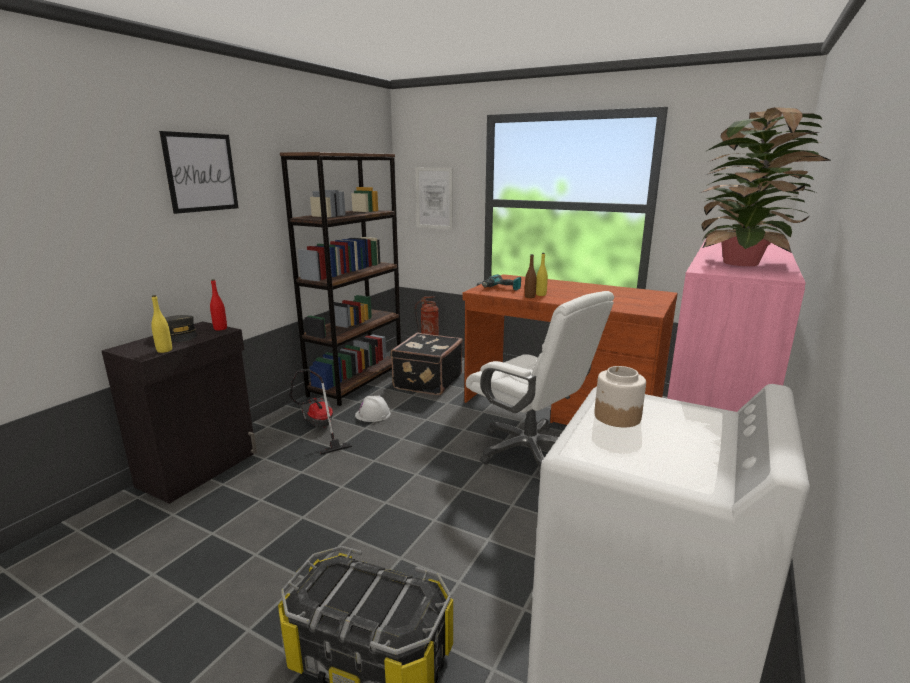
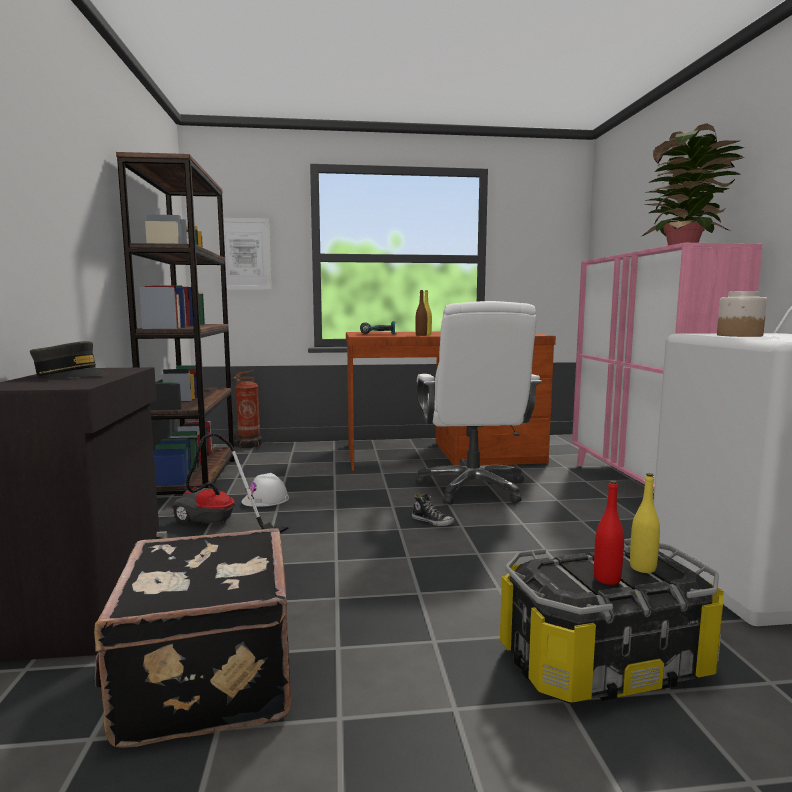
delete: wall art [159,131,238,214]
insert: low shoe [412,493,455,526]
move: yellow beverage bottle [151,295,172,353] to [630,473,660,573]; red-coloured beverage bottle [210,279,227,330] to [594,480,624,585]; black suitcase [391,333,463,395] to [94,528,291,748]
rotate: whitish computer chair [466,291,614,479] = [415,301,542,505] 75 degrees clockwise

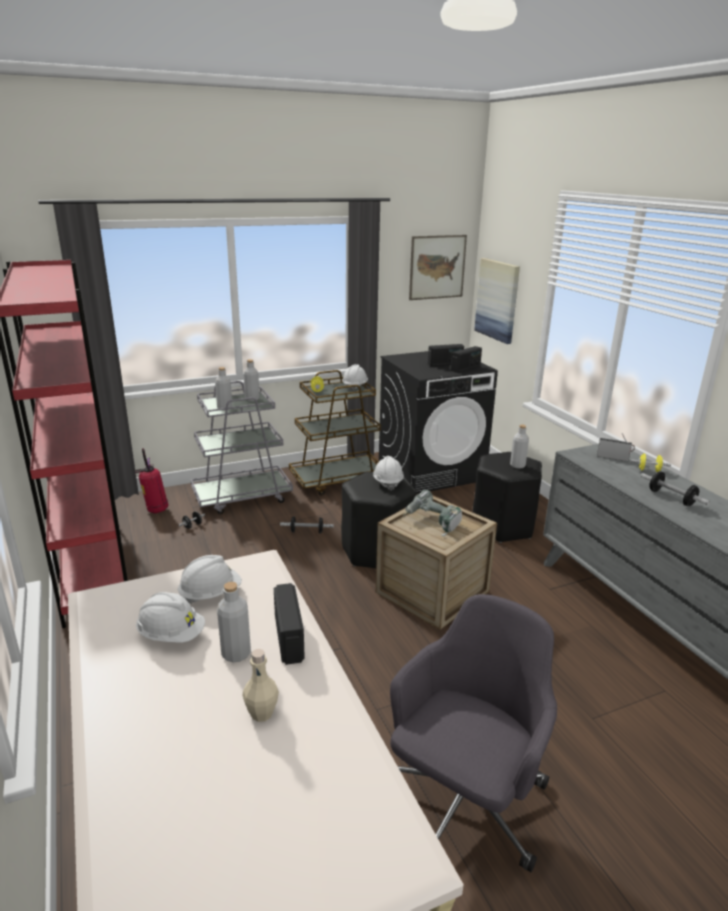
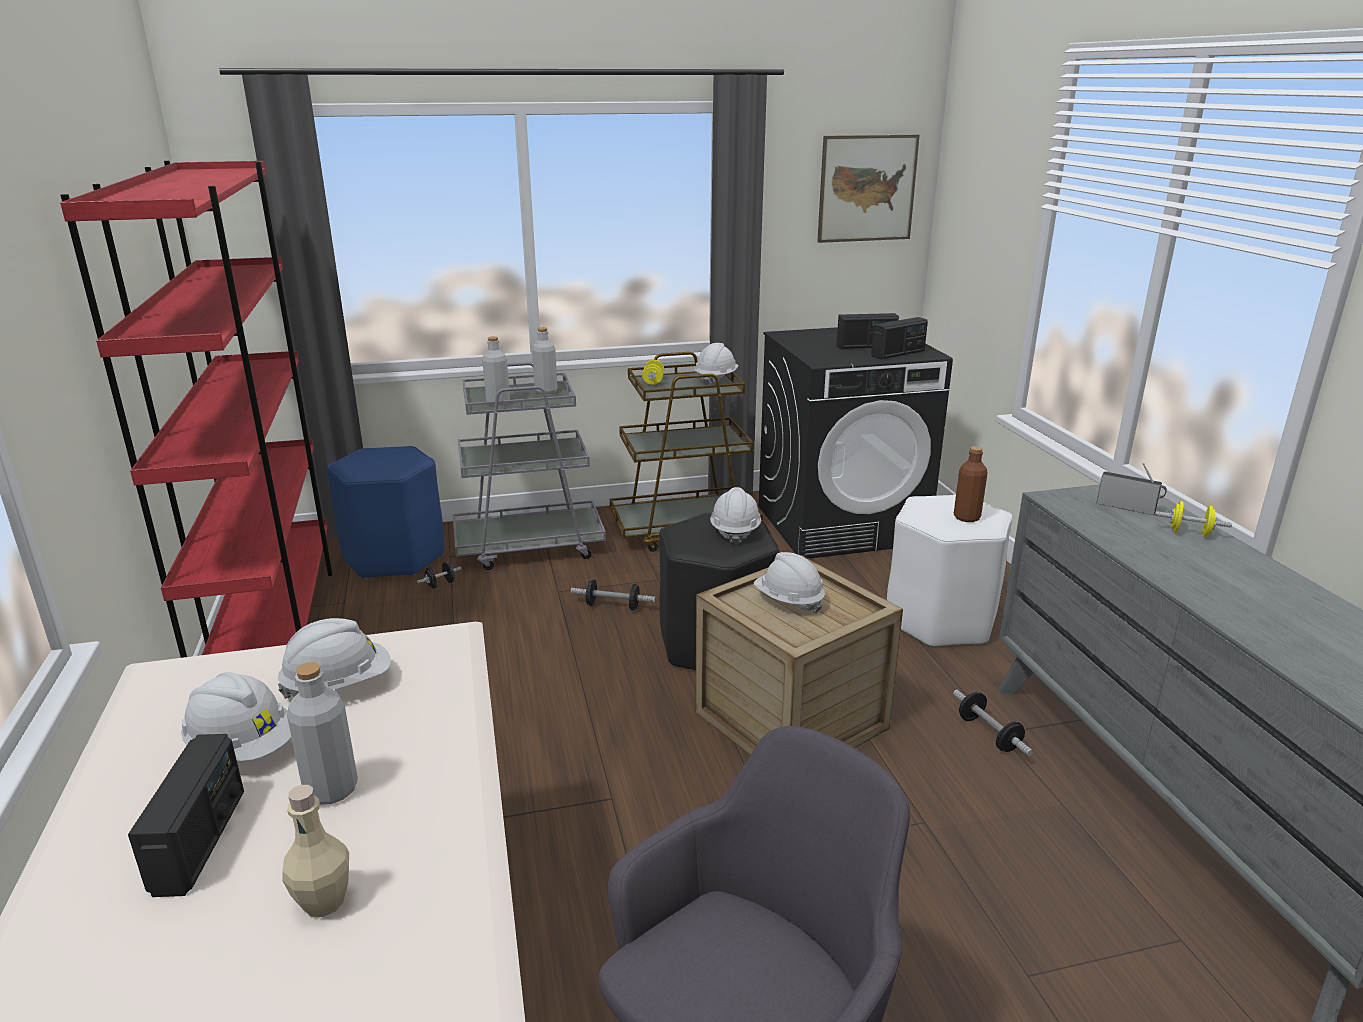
delete: wall art [474,258,520,344]
move: radio receiver [274,583,305,665] to [128,734,244,897]; free weight [641,472,710,506] to [953,690,1033,756]
replace: extinguisher [135,448,168,514] to blue sitting stool [327,446,444,579]; power drill [402,490,462,536] to whitish hard hat [754,552,825,613]
recolor: black sitting stool [472,452,542,543] to whitish sitting stool [887,495,1012,648]; gray beverage bottle [510,424,529,469] to brownish beverage bottle [954,446,988,522]

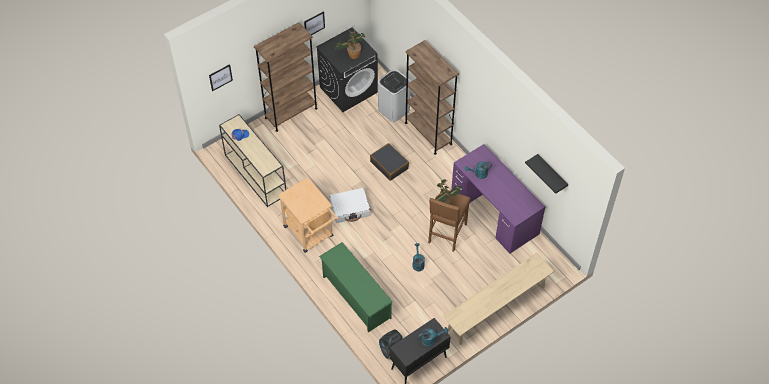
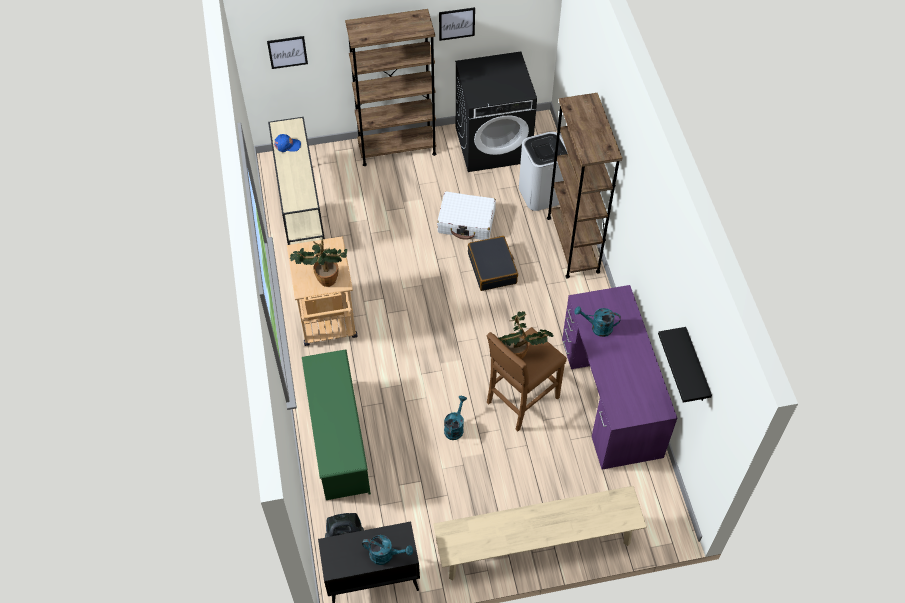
move: whitish suitcase [329,188,370,223] to [437,191,496,240]; potted plant [334,29,365,59] to [289,240,347,287]

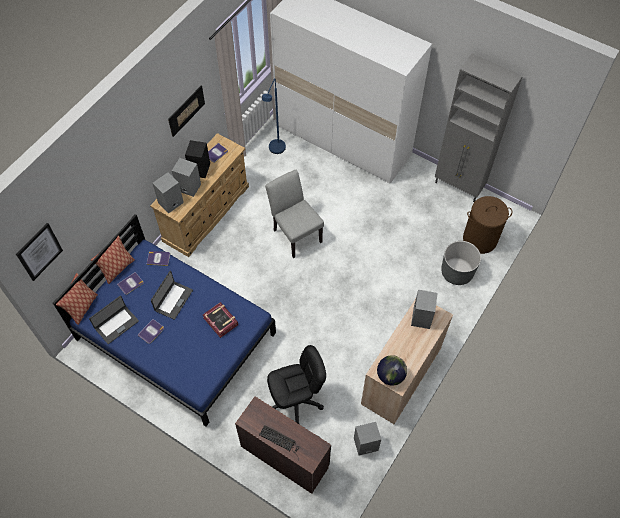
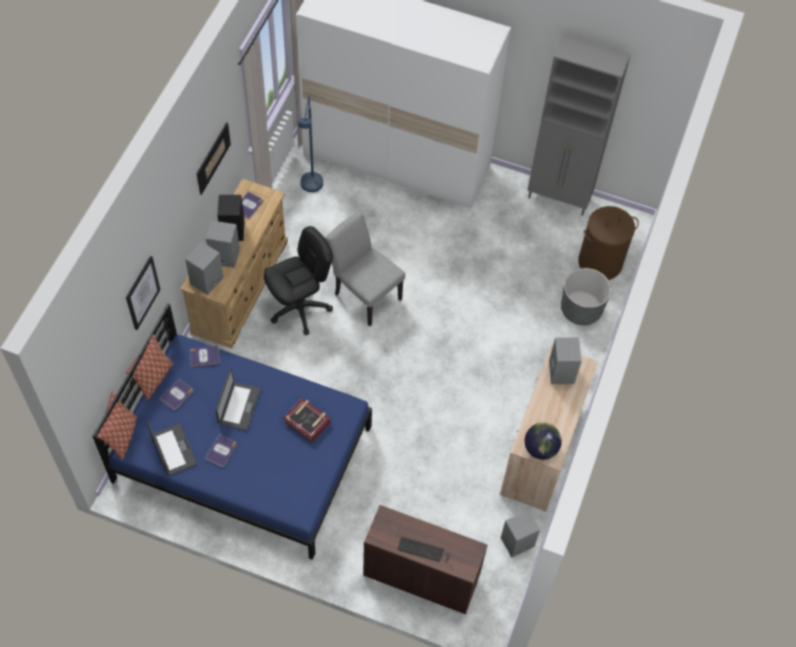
move: wall art [16,223,63,281] to [126,256,160,330]; black computer chair [267,345,326,425] to [264,226,333,335]
rotate: notebook computer [89,296,139,344] = [147,421,197,476] 60 degrees counterclockwise

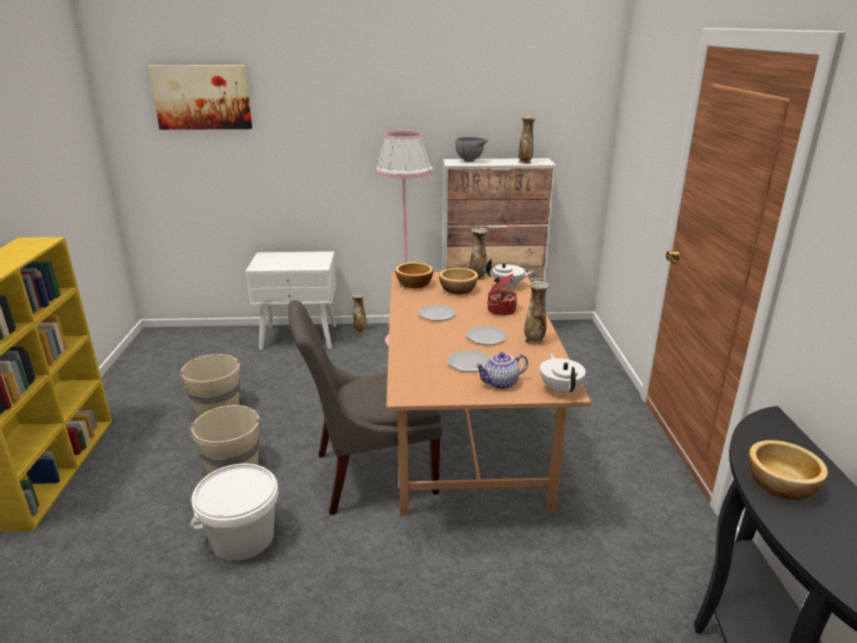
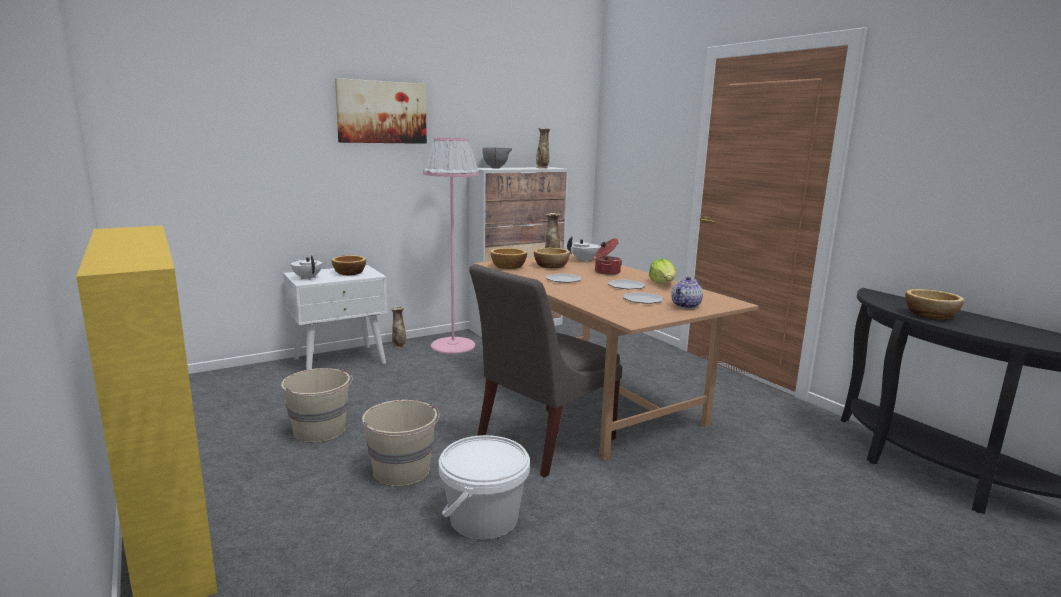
insert: bowl [331,255,366,276]
move: wall art [148,65,252,130] to [335,78,427,144]; whitish tea pot [540,353,586,395] to [291,255,322,280]
replace: decorative vase [524,281,550,346] to lettuce [649,258,676,283]

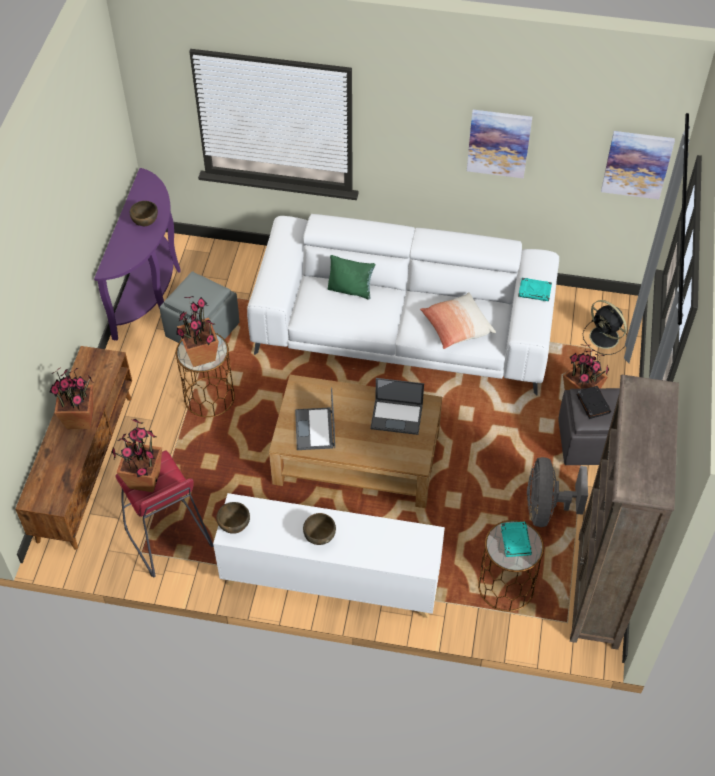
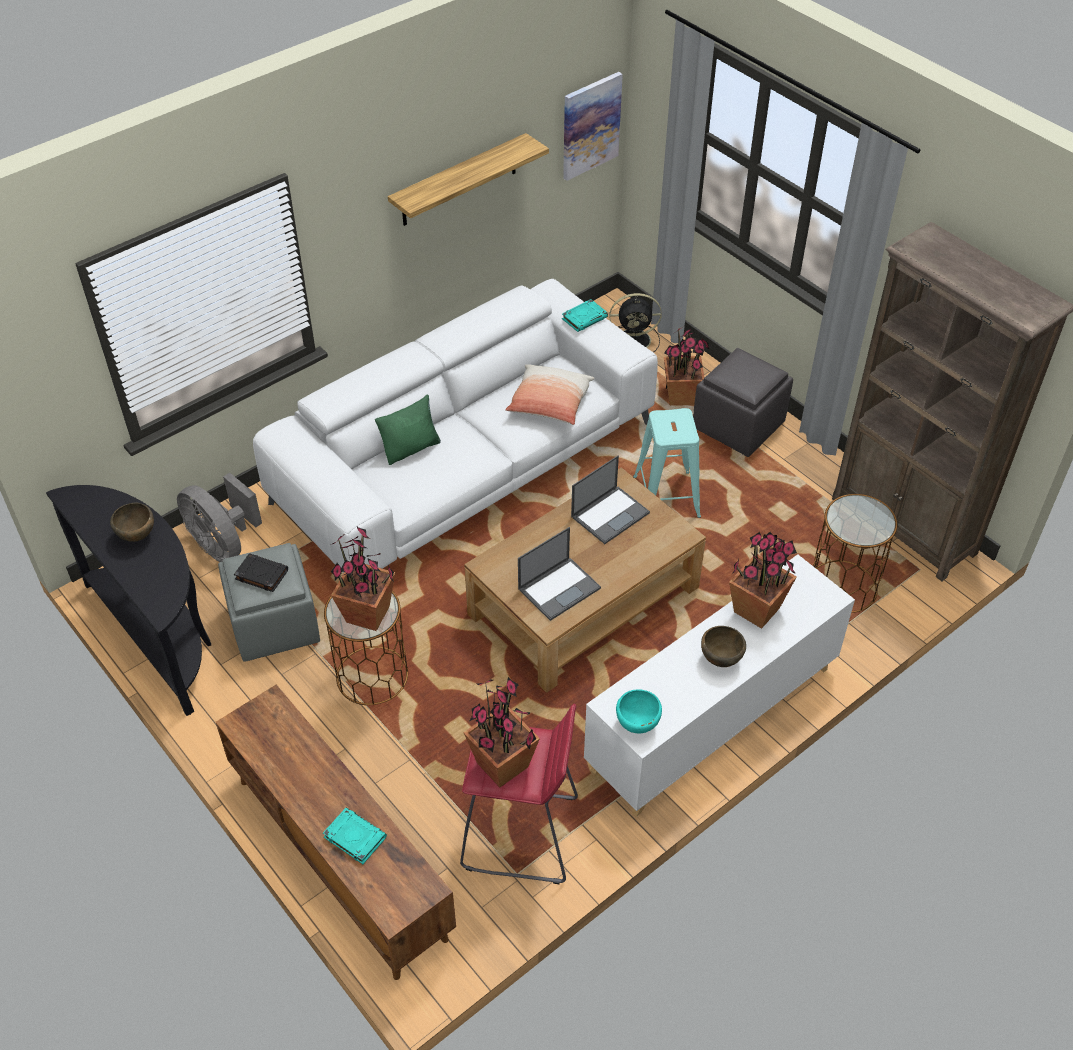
insert: blue-green sitting stool [633,408,701,518]
move: potted plant [50,367,94,429] to [729,532,797,629]; blue-green book [501,522,532,557] to [323,807,387,864]; gray cooling fan [527,457,588,527] to [177,473,262,562]; black book [576,386,611,419] to [234,553,288,592]
replace: wall art [467,110,532,178] to bracket shelf [388,133,549,226]
recolor: purplish hall table [94,168,181,341] to black hall table [46,485,211,716]; brownish bowl [216,502,250,534] to blue-green bowl [616,689,662,733]
rotate: notebook computer [295,388,335,450] = [518,527,601,621] 75 degrees counterclockwise

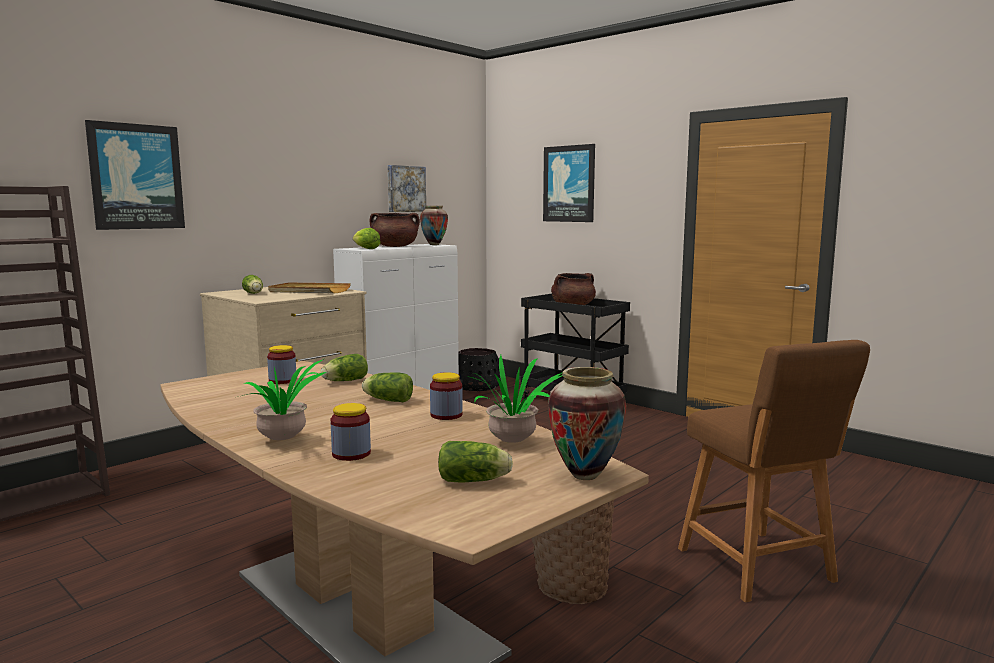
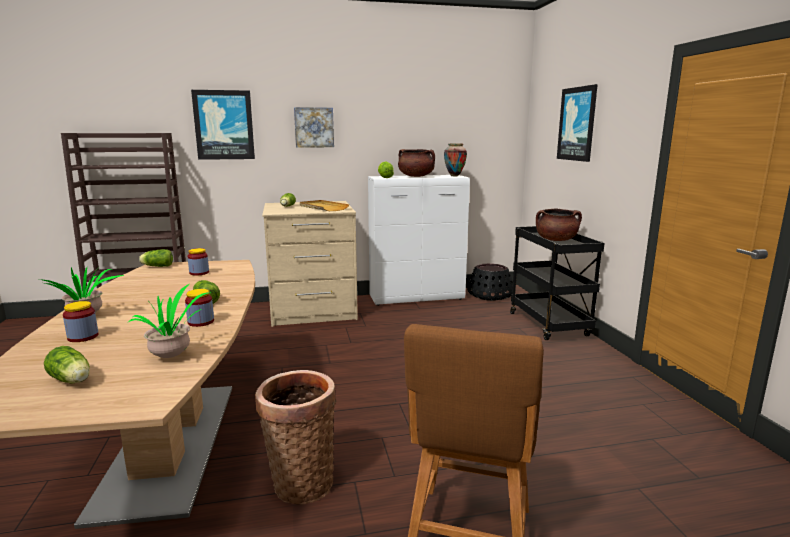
delete: decorative vase [548,367,627,480]
move: lettuce [321,354,368,381] to [139,249,173,267]; wall art [388,165,426,212] to [294,107,334,148]

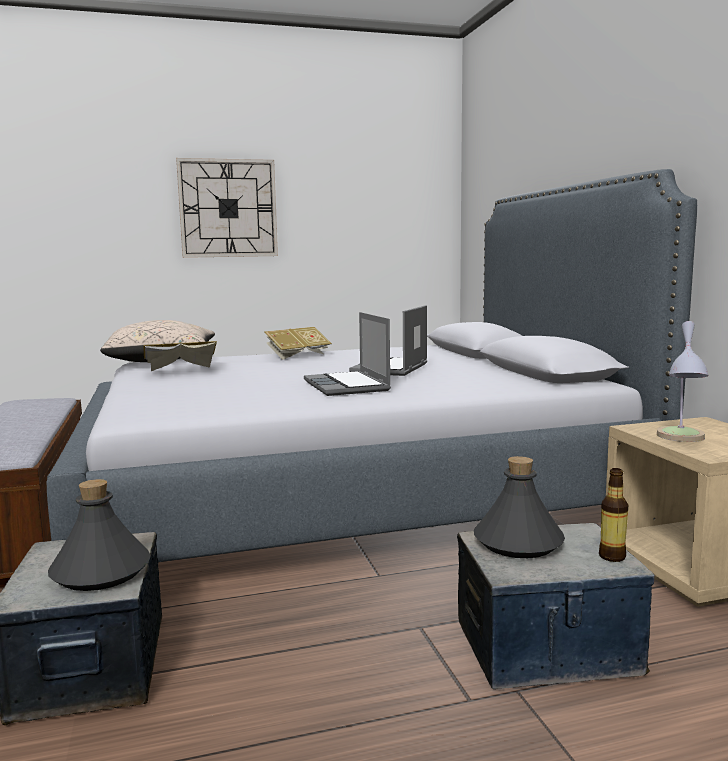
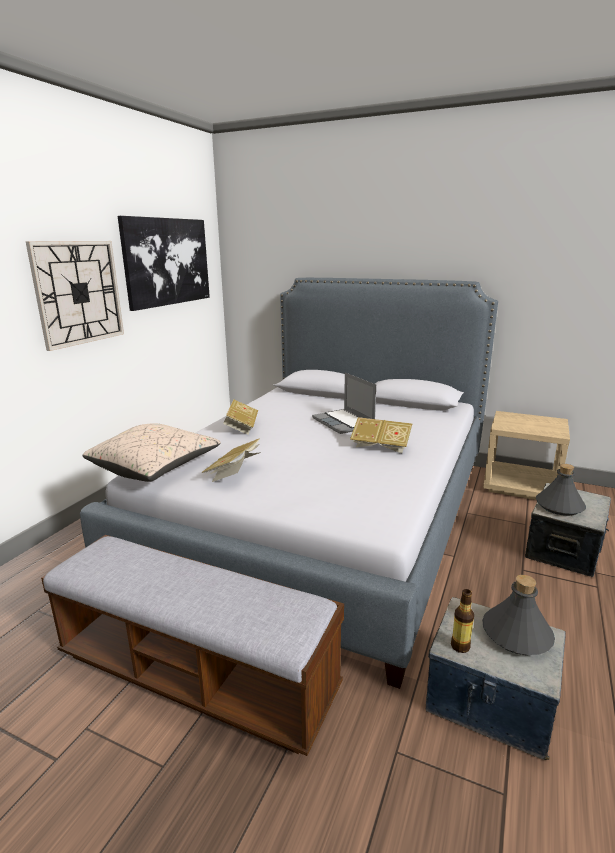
delete: lamp for a table [657,321,709,442]
insert: wall art [118,216,210,311]
move: beverage bottle [599,468,628,562] to [451,589,474,653]
replace: notebook computer [304,312,391,396] to book [350,417,412,453]

